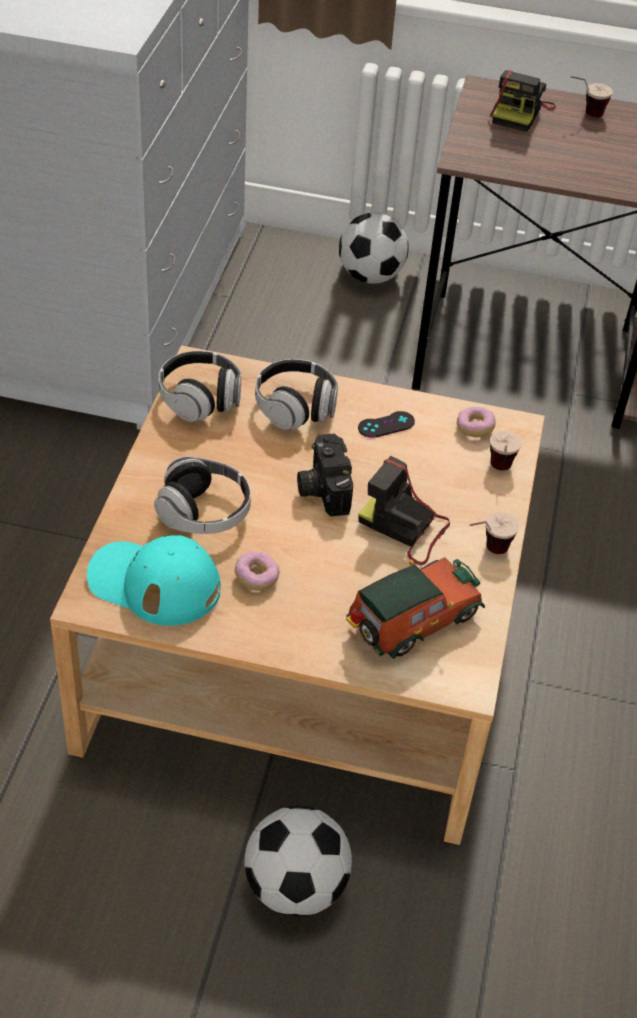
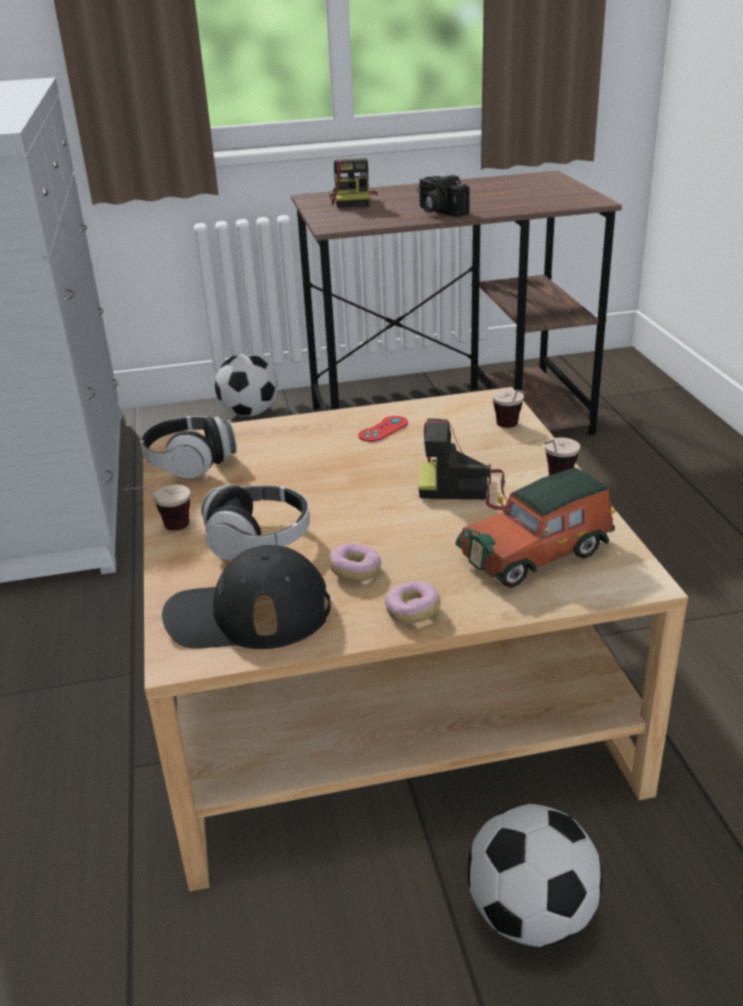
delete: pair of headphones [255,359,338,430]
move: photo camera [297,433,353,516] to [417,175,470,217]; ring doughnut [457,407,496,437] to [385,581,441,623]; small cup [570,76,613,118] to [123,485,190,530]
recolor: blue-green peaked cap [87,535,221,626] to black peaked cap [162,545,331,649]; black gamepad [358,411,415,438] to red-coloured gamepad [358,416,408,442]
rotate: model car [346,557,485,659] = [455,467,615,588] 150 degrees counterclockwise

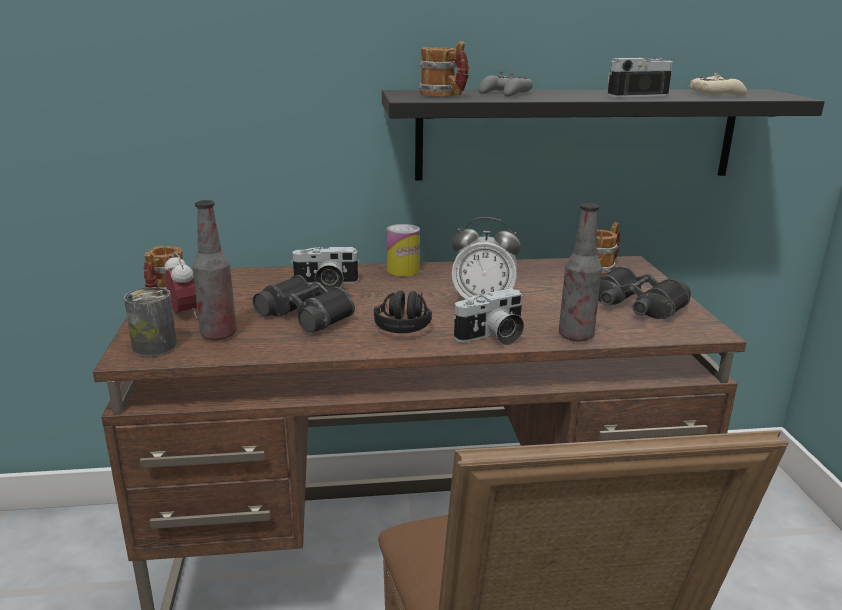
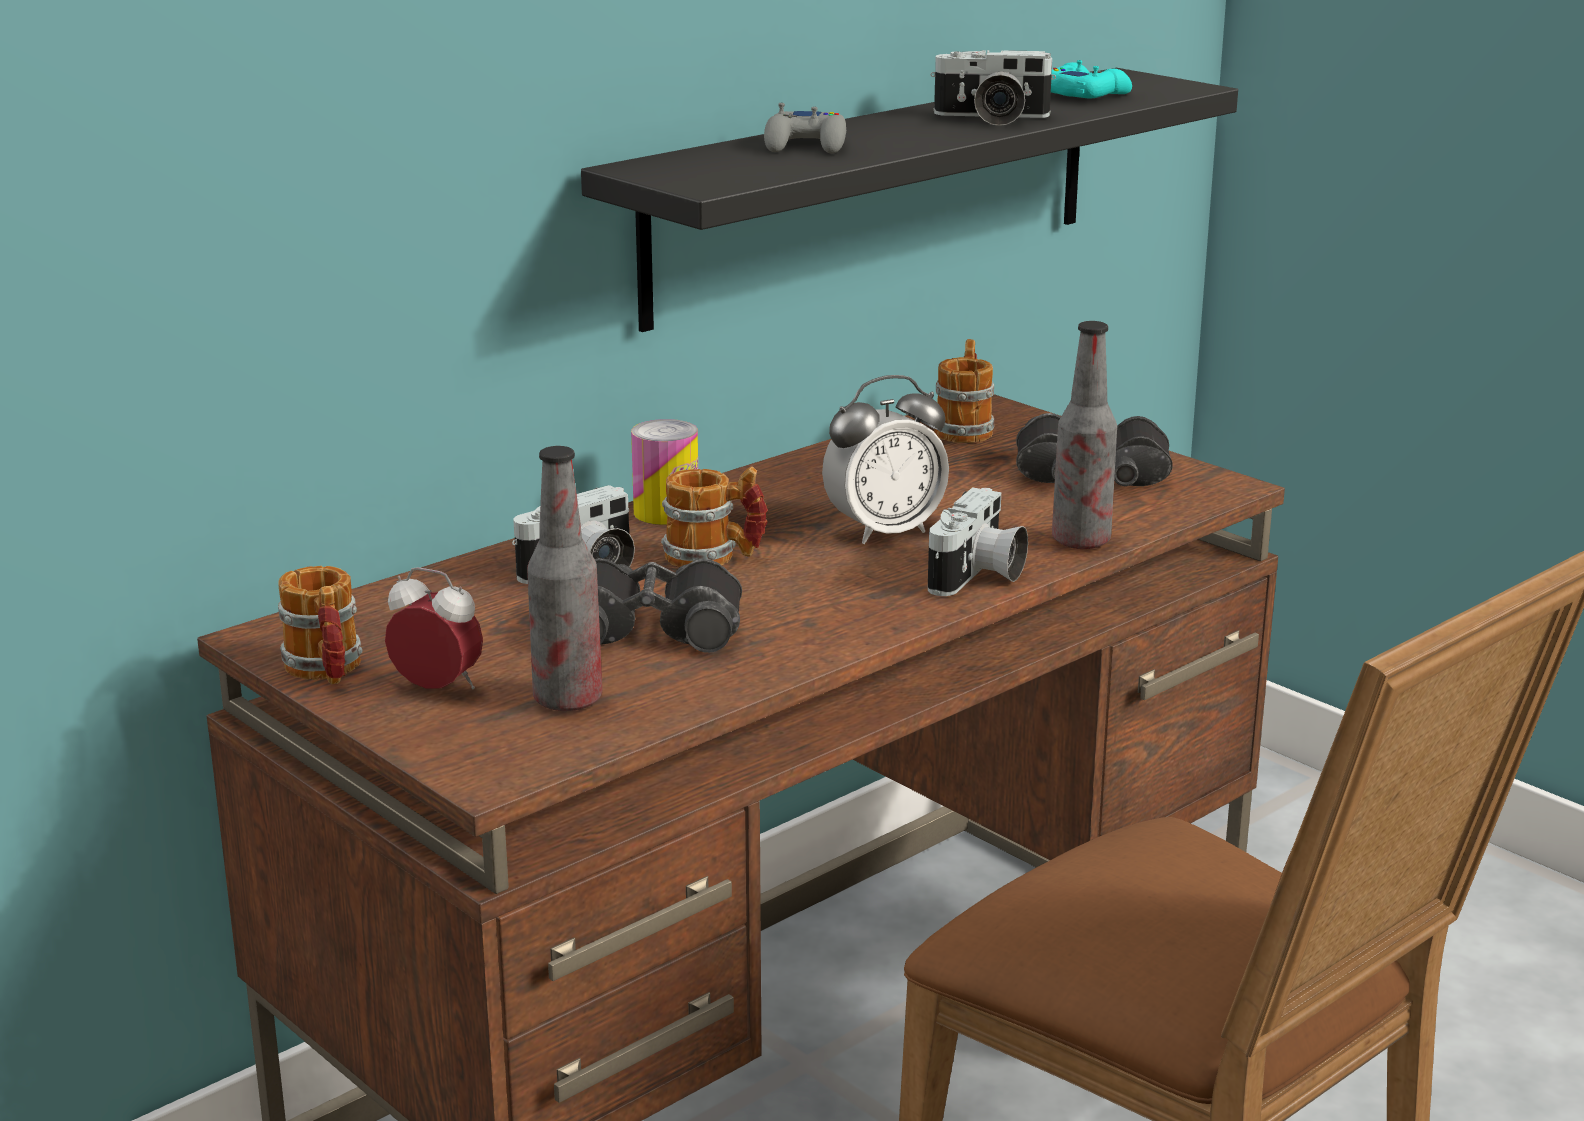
delete: sealed can [124,287,177,357]; black pair of headphones [374,290,432,333]
move: mug [419,41,469,97] to [661,467,768,567]
recolor: sand-coloured gamepad [689,73,747,96] to blue-green gamepad [1051,60,1132,99]
rotate: photo camera [607,58,673,98] = [931,50,1056,126] 120 degrees counterclockwise

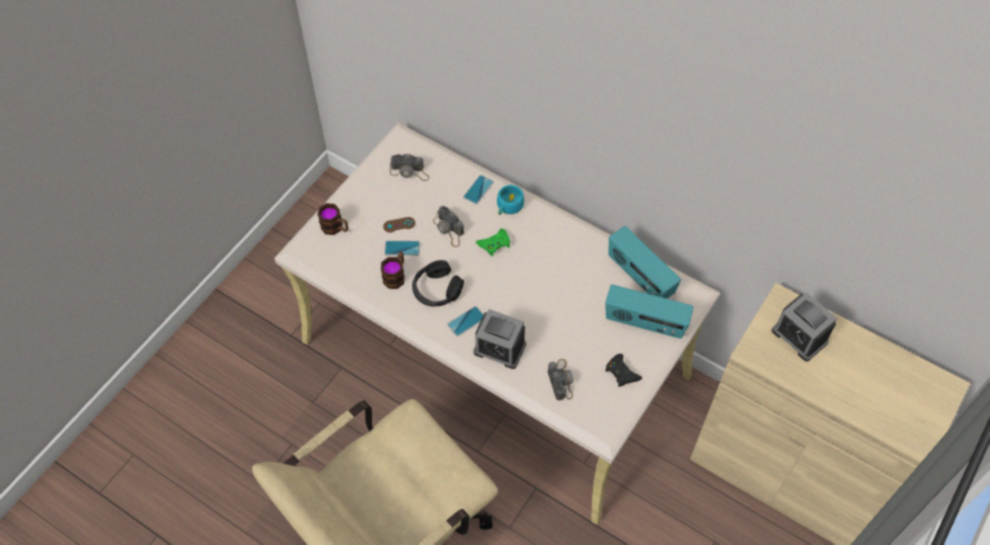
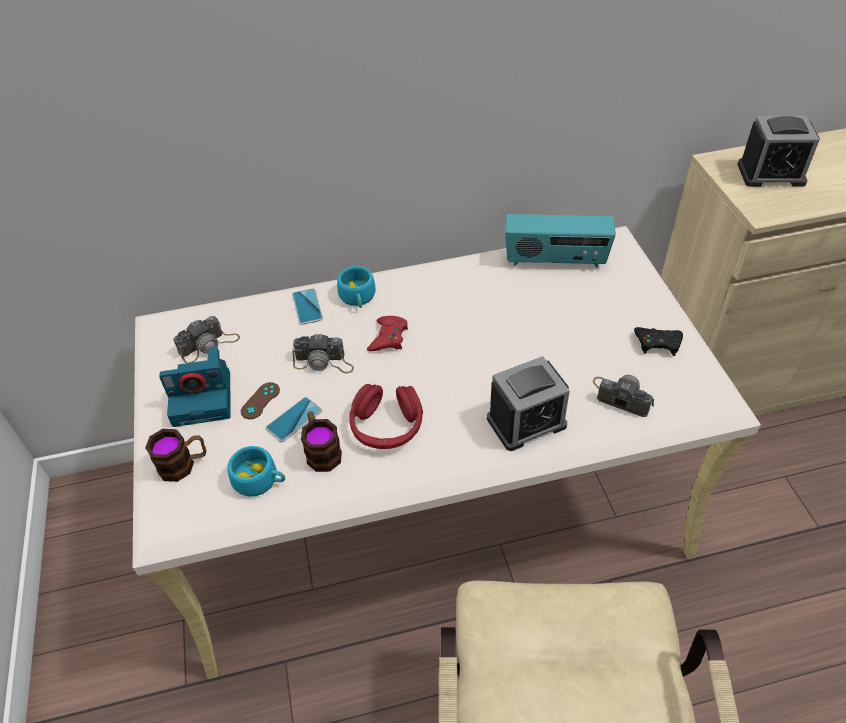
delete: phone [447,306,484,337]; radio receiver [605,284,694,339]
insert: photo camera [159,346,231,427]; blue-green small cup [227,446,285,497]
recolor: black pair of headphones [412,260,464,307] to red-coloured pair of headphones [349,384,423,449]; green gamepad [476,228,510,256] to red-coloured gamepad [367,316,408,351]

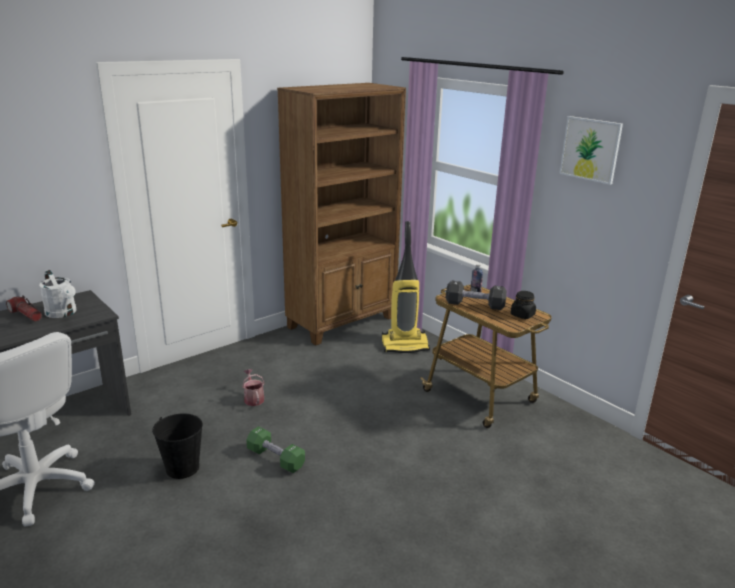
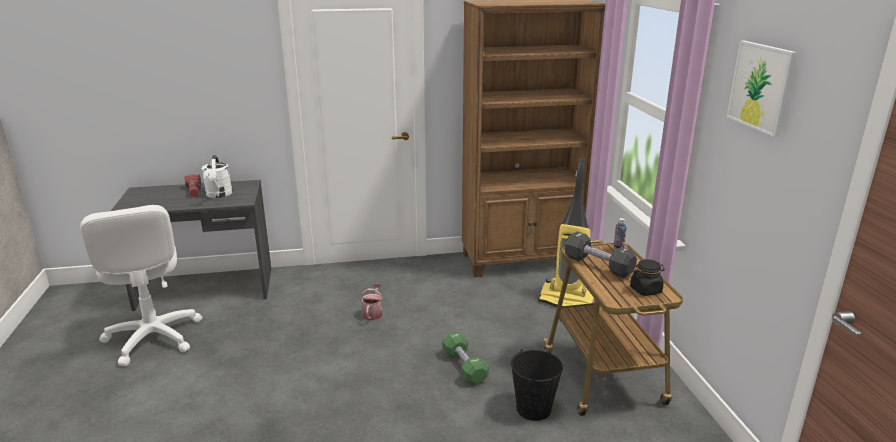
move: black pail [152,413,203,479] to [510,349,563,421]; green free weight [246,426,305,473] to [442,332,489,385]

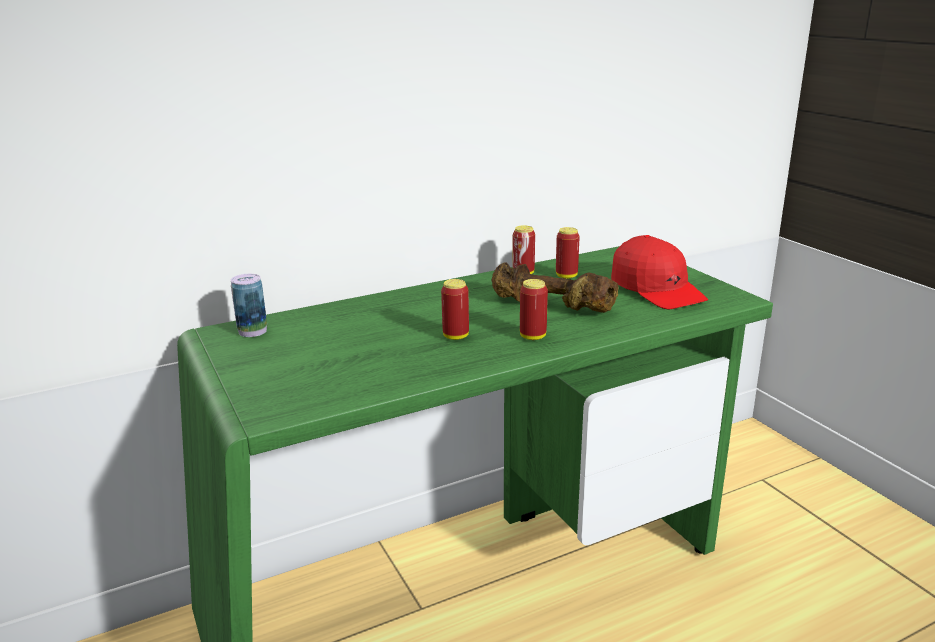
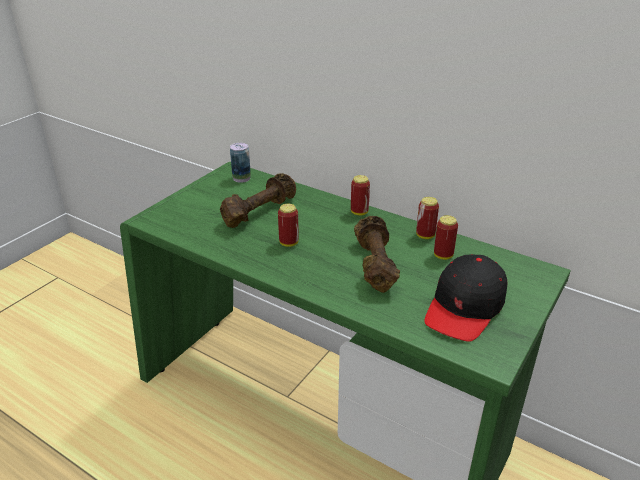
insert: brownish free weight [220,173,296,228]
move: sealed can [520,279,548,340] to [351,175,370,216]
recolor: red-coloured peaked cap [611,235,708,309] to black peaked cap [424,254,508,342]

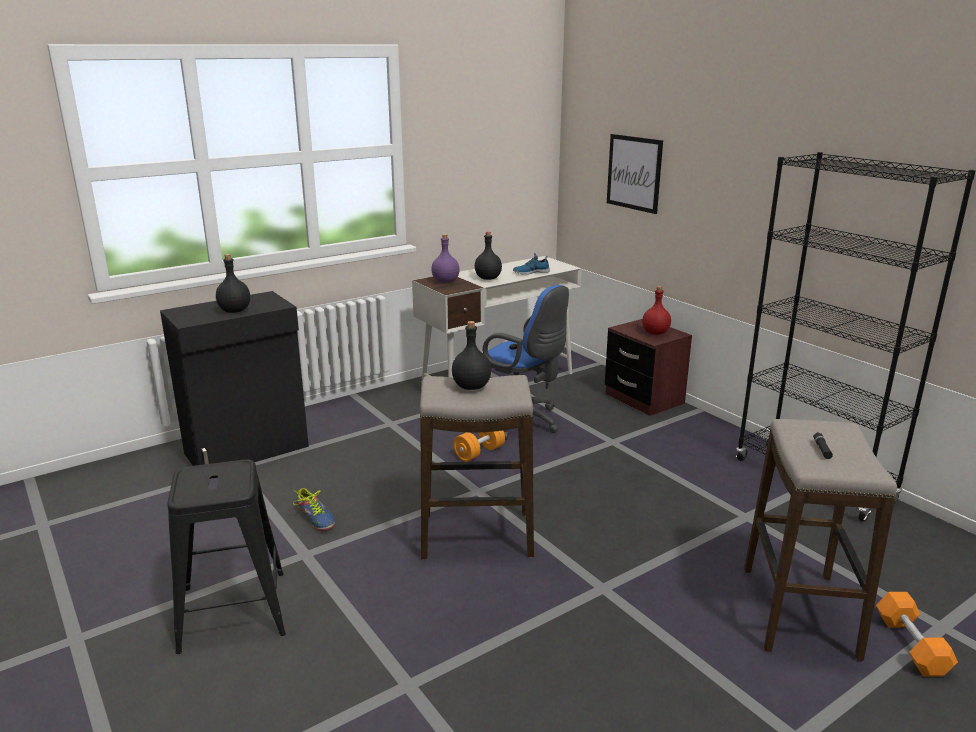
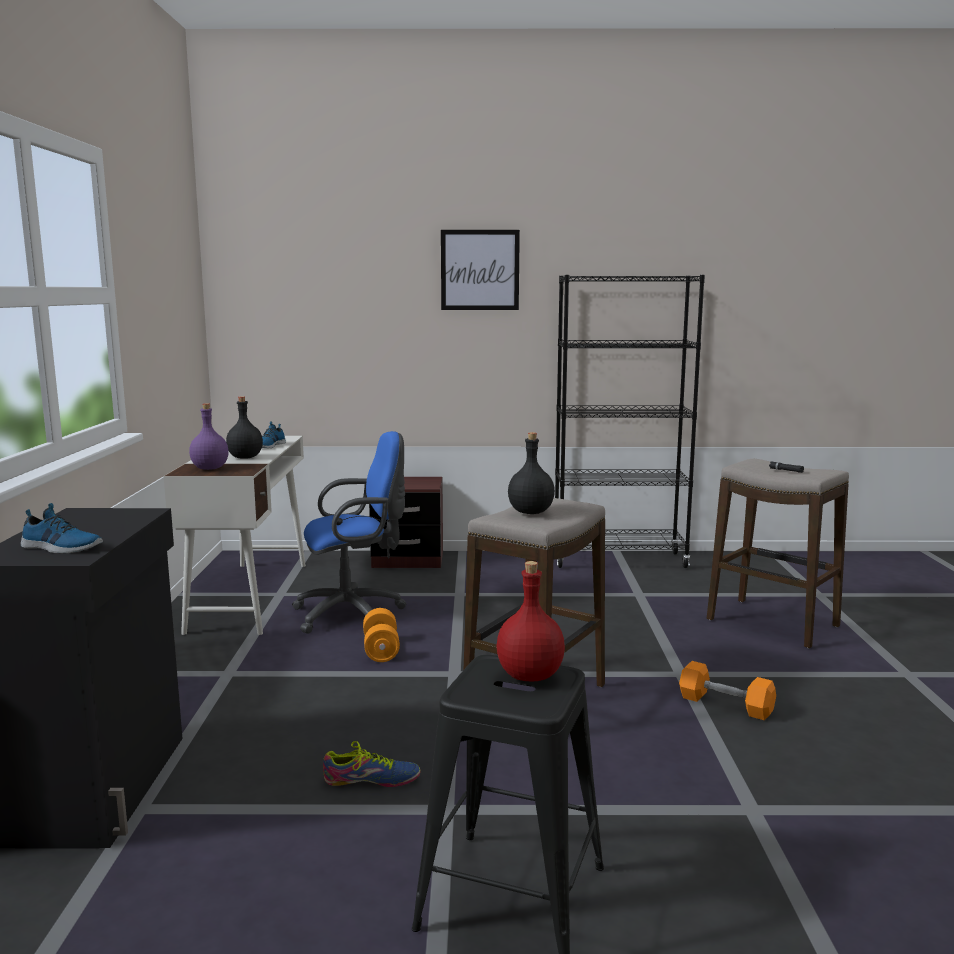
delete: black beverage bottle [216,254,250,313]
insert: low shoe [21,503,103,553]
move: wall art [607,134,663,214] to [441,230,520,310]; red-coloured beverage bottle [642,286,671,335] to [496,561,565,682]; orange free weight [876,592,958,677] to [679,661,776,720]

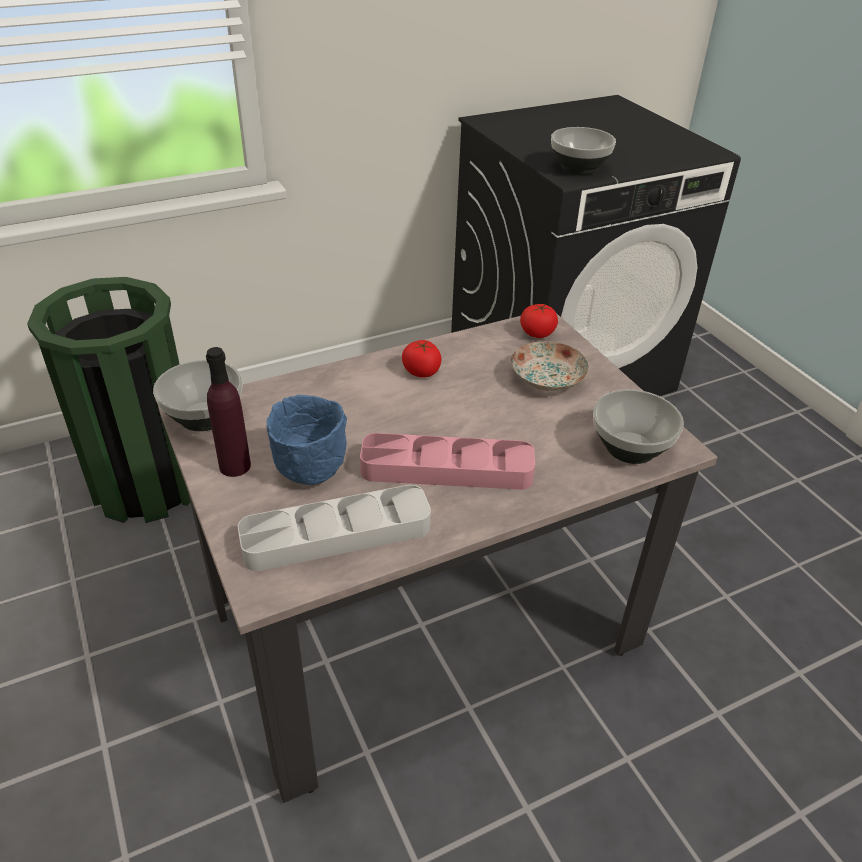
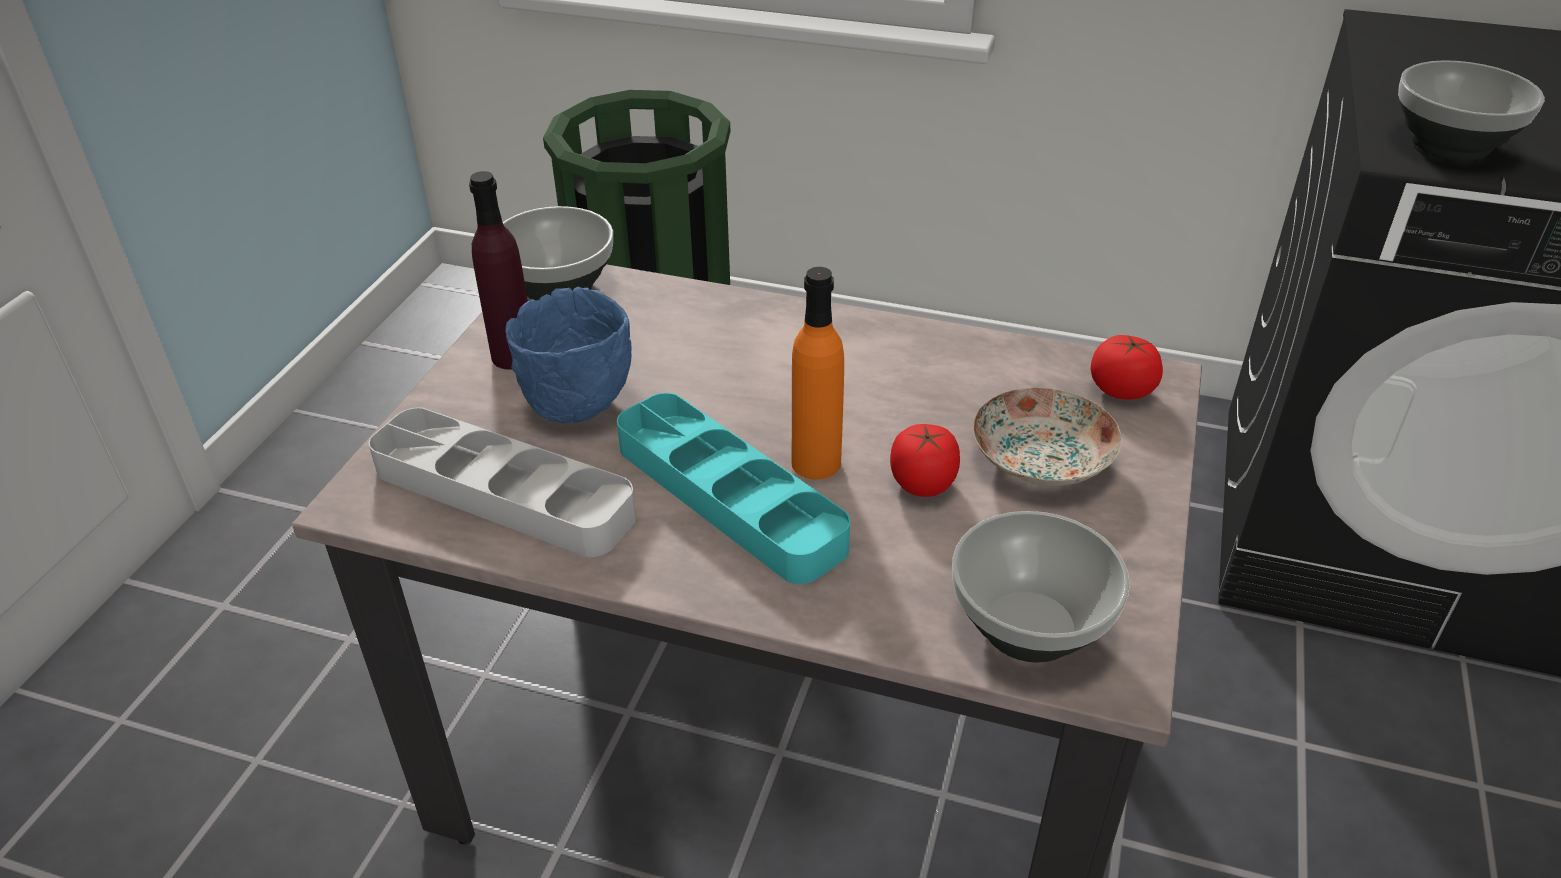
insert: orange beverage bottle [791,267,844,480]
move: whole tomato [402,340,442,378] to [890,424,960,497]
recolor: pink-coloured tray [360,433,535,490] to blue-green tray [617,393,850,584]

